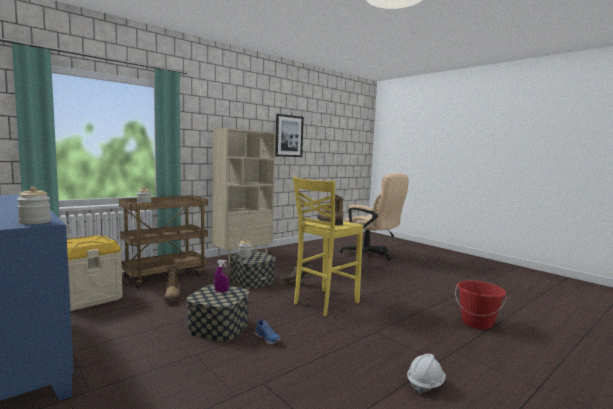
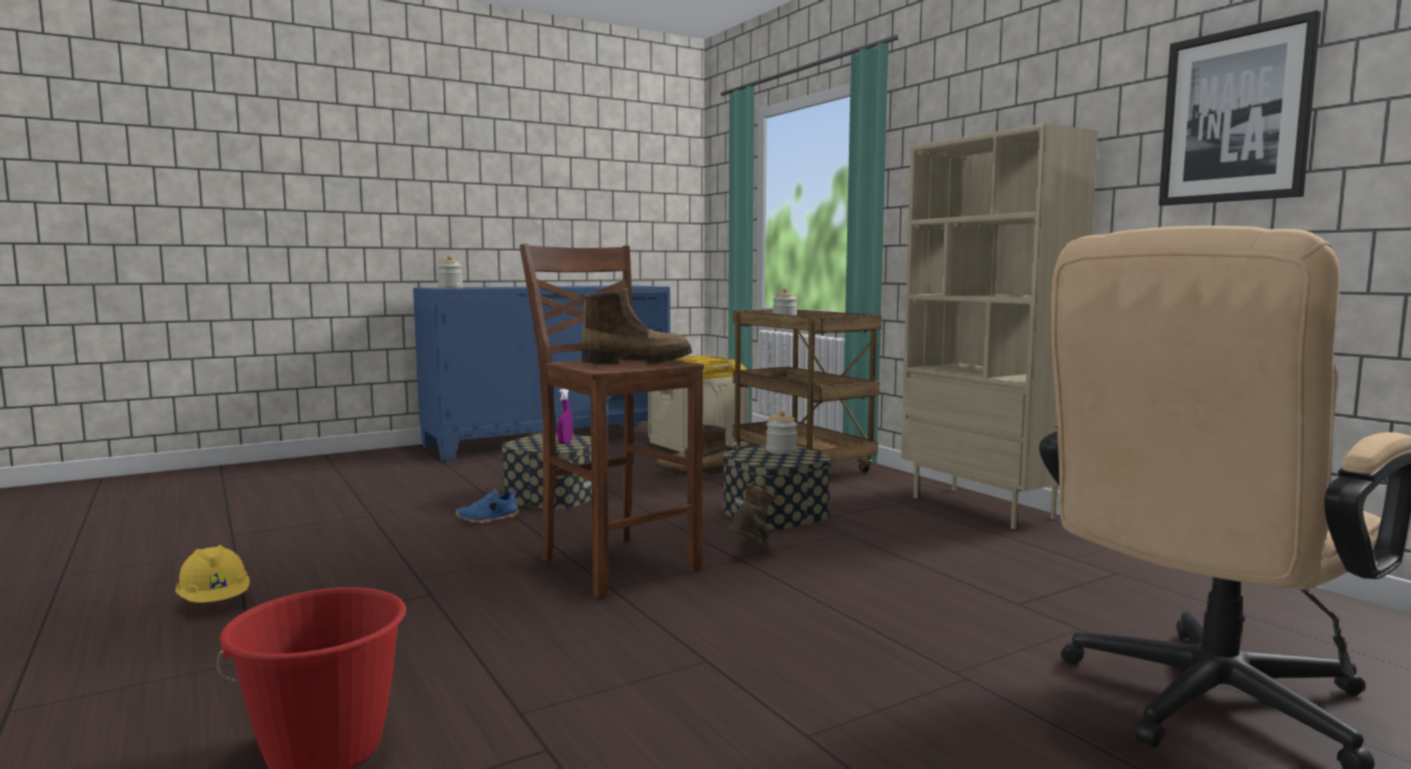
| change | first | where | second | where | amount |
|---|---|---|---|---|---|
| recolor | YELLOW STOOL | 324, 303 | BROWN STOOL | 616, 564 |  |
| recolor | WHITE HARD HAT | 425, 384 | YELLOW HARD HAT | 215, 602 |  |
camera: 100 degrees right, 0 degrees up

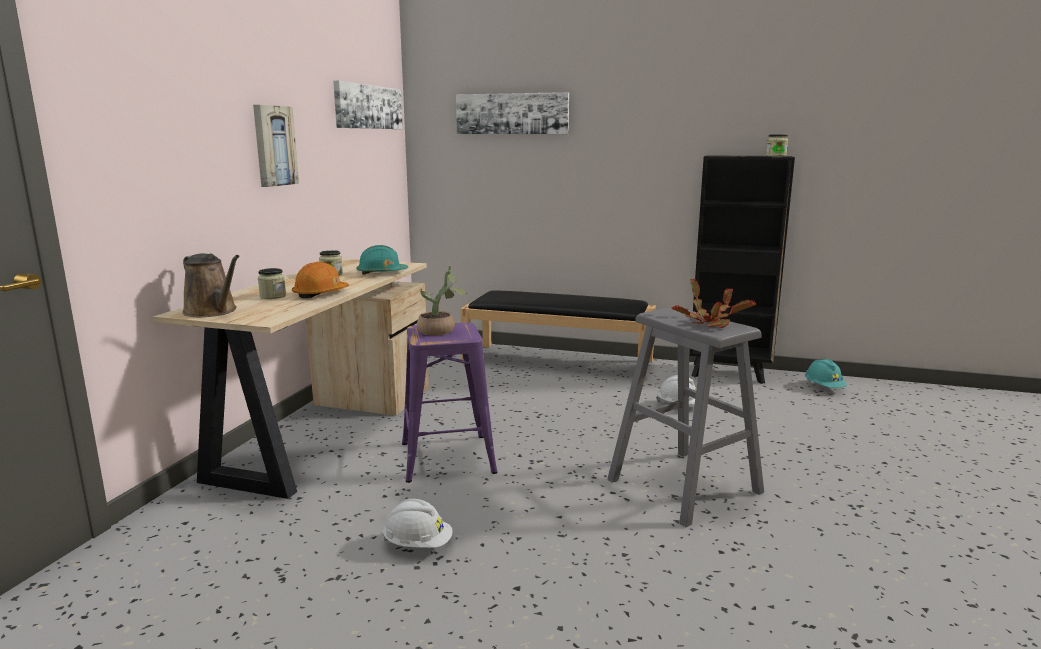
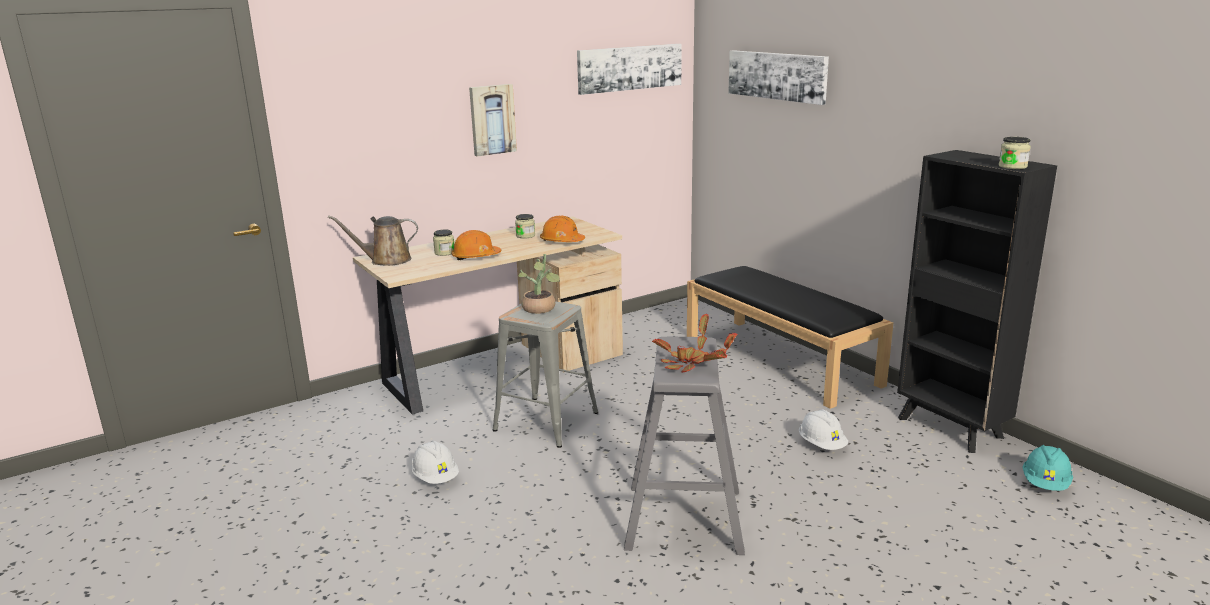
| change | first | where | second | where | amount |
|---|---|---|---|---|---|
| recolor | TURQUOISE HARD HAT | 381, 273 | ORANGE HARD HAT | 562, 241 |  |
| recolor | PURPLE STOOL | 448, 457 | GREY STOOL | 547, 421 |  |
| rotate | BROWN WATERING CAN | 213, 312 |  | 386, 260 | 90 degrees clockwise |
camera: 40 degrees right, 5 degrees up

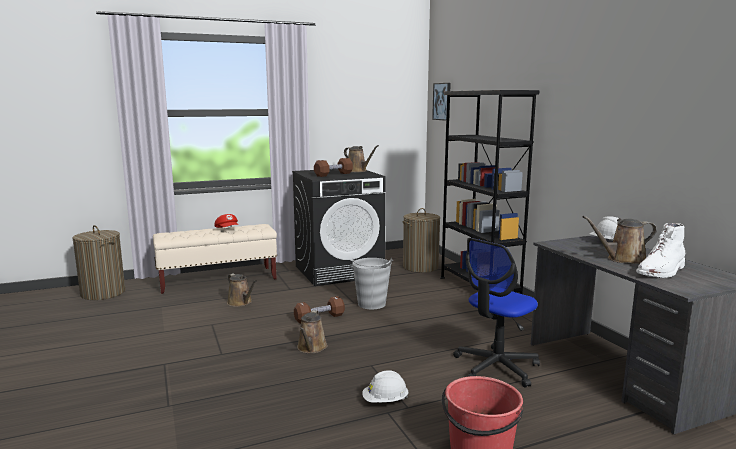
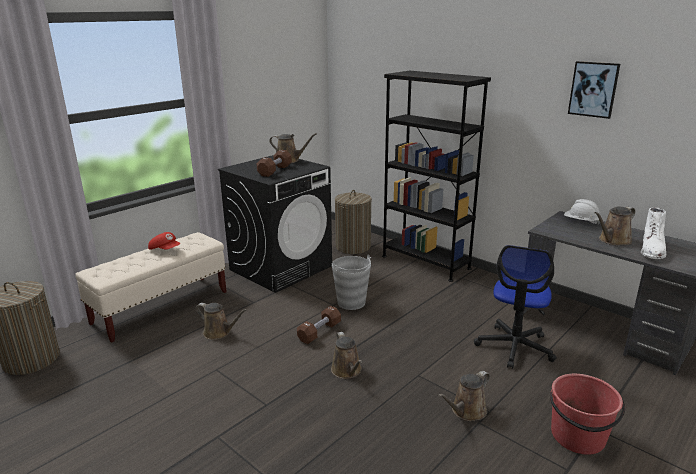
| change | first | where | second | where | amount |
|---|---|---|---|---|---|
| move | PICTURE | 442, 101 |  | 593, 89 |  |
| replace | WHITE HARD HAT | 385, 401 | BROWN WATERING CAN | 466, 411 |  |
camera: 25 degrees left, 10 degrees up

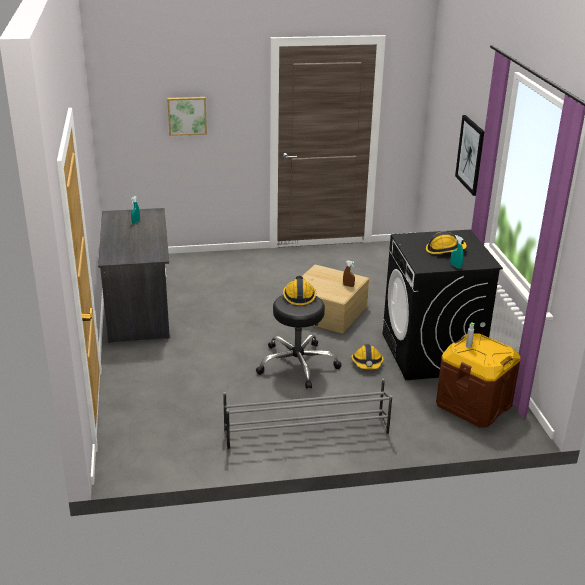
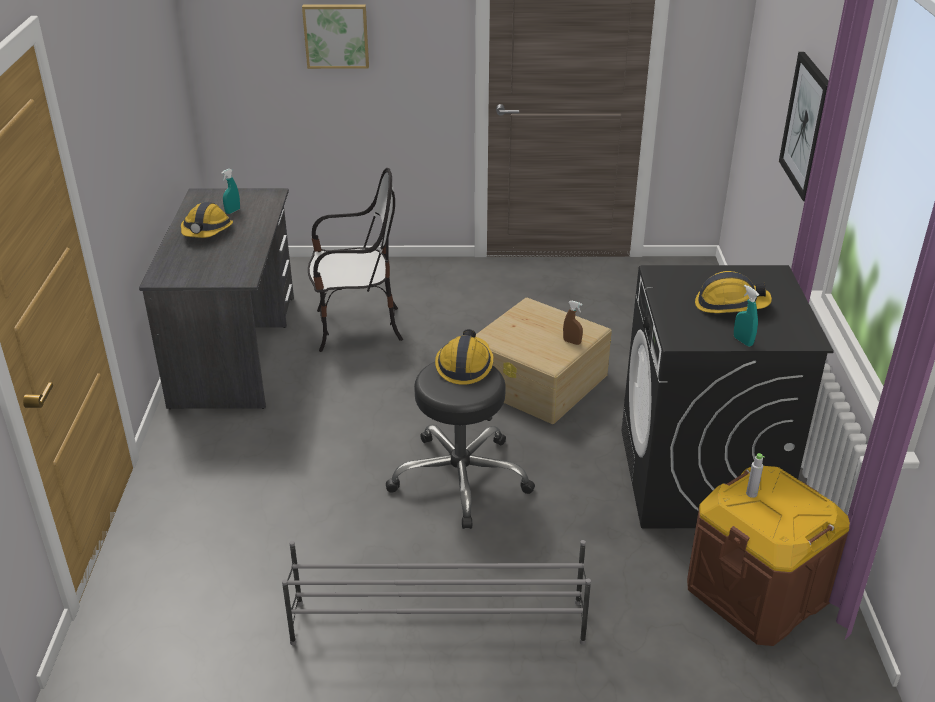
| change | first | where | second | where | amount |
|---|---|---|---|---|---|
| insert |  |  | CHAIR | 357, 328 |  |
| move | HARD HAT | 367, 363 |  | 207, 231 |  |
camera: 10 degrees right, 5 degrees up

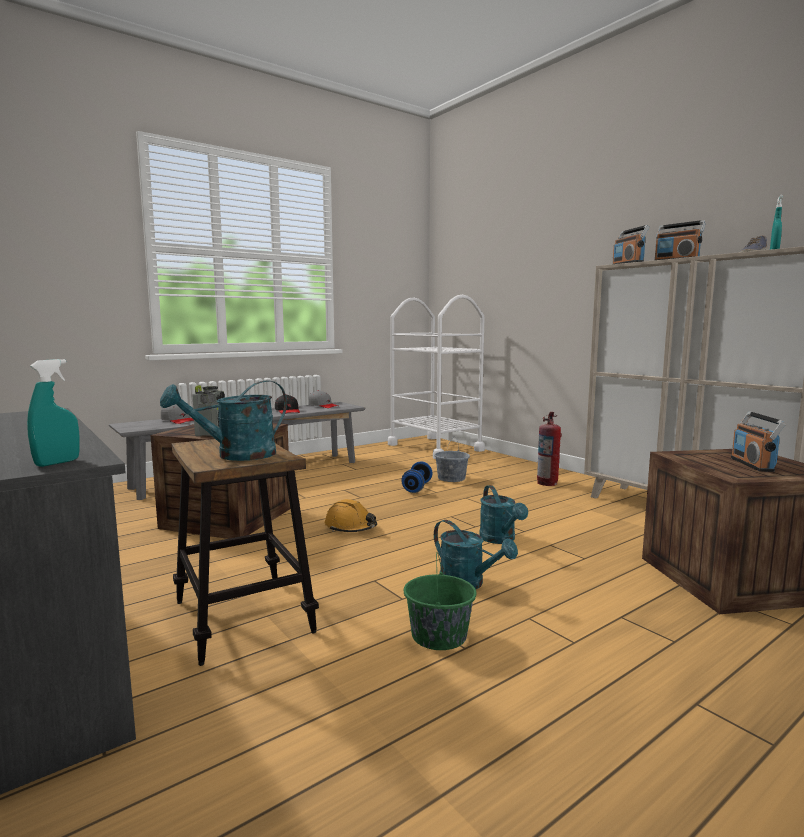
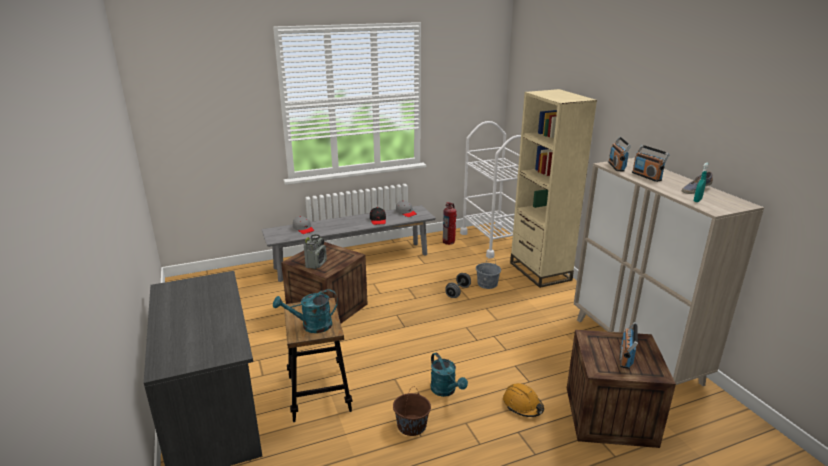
| change | first | where | second | where | amount |
|---|---|---|---|---|---|
| delete | TURQUOISE SPRAY BOTTLE | 57, 463 |  |  |  |
| delete | TURQUOISE WATERING CAN | 500, 539 |  |  |  |
| insert |  |  | BEIGE BOOKCASE | 540, 271 |  |
| move | ORANGE HARD HAT | 350, 527 |  | 523, 405 |  |
| move | FIRE EXTINGUISHER | 547, 483 |  | 449, 242 |  |
| recolor | BLUE DUMBBELL | 417, 487 | GREY DUMBBELL | 458, 292 |  |
| recolor | GREEN BUCKET | 439, 636 | BROWN BUCKET | 411, 426 |  |
camera: 15 degrees right, 15 degrees up

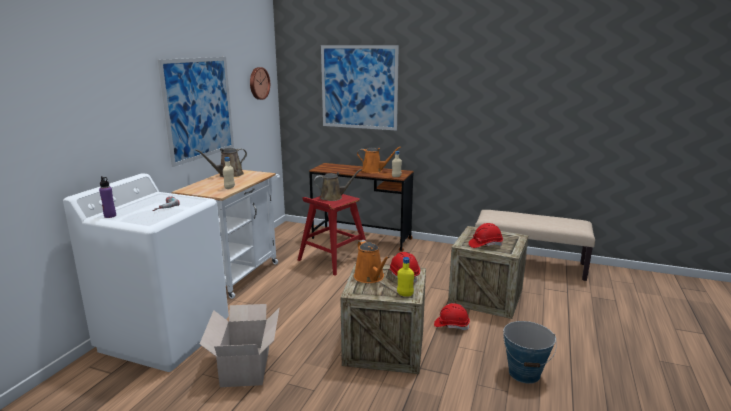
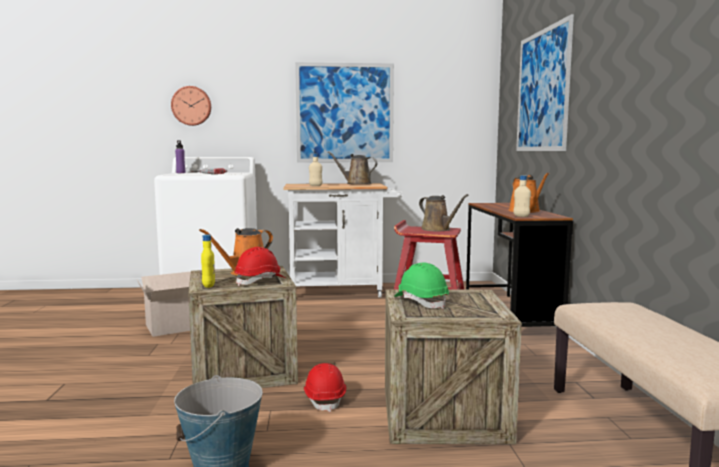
| change | first | where | second | where | amount |
|---|---|---|---|---|---|
| move | WALL CLOCK | 258, 83 |  | 191, 106 |  |
| recolor | RED HARD HAT | 485, 245 | GREEN HARD HAT | 421, 302 |  |
camera: 65 degrees right, 10 degrees down

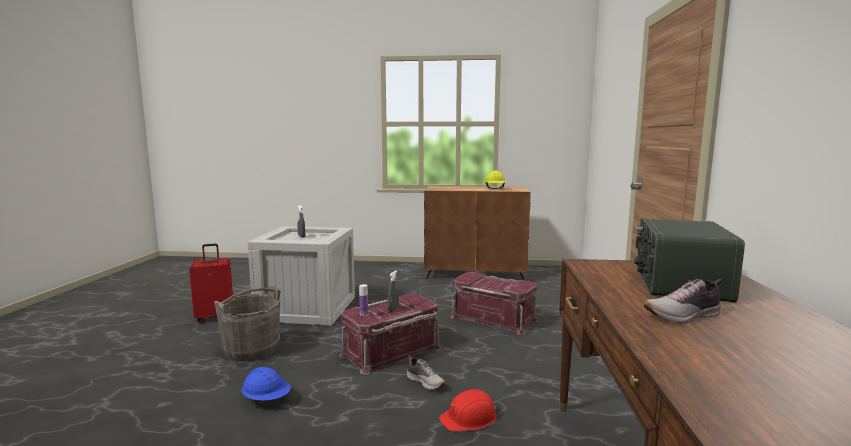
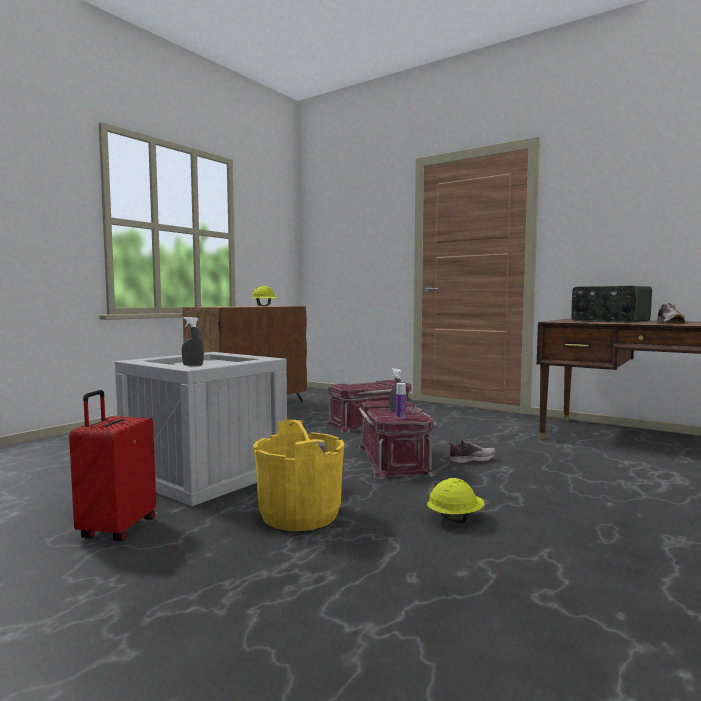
| change | first | where | second | where | amount |
|---|---|---|---|---|---|
| delete | RED HARD HAT | 469, 418 |  |  |  |
| recolor | GREY BUCKET | 252, 350 | YELLOW BUCKET | 300, 515 |  |
| recolor | BLUE HARD HAT | 267, 400 | YELLOW HARD HAT | 455, 518 |  |
camera: 60 degrees left, 5 degrees down

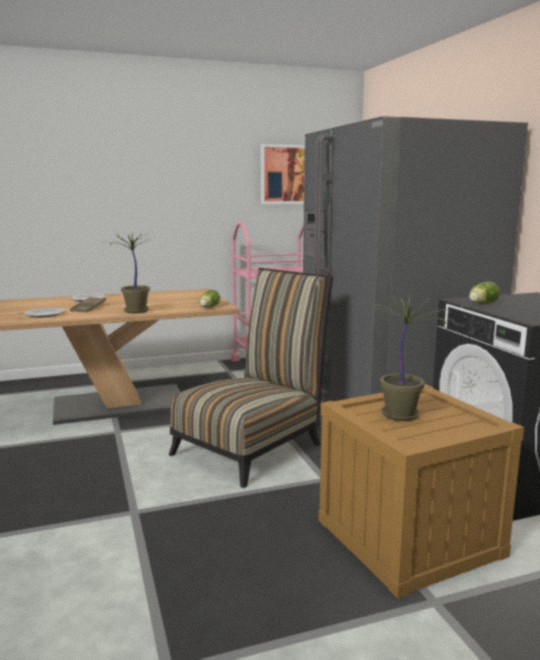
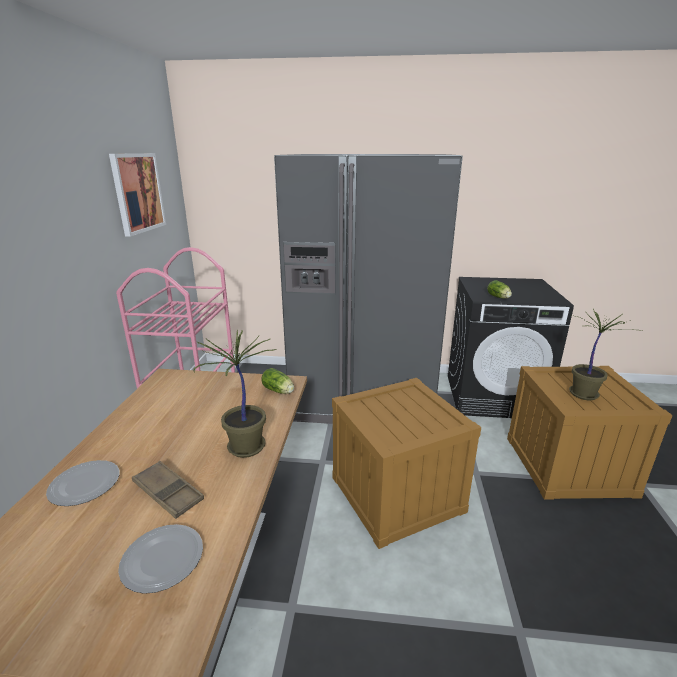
| change | first | where | second | where | amount |
|---|---|---|---|---|---|
| replace | CHAIR | 253, 446 | CRATE | 396, 493 |  |
camera: 65 degrees left, 10 degrees up

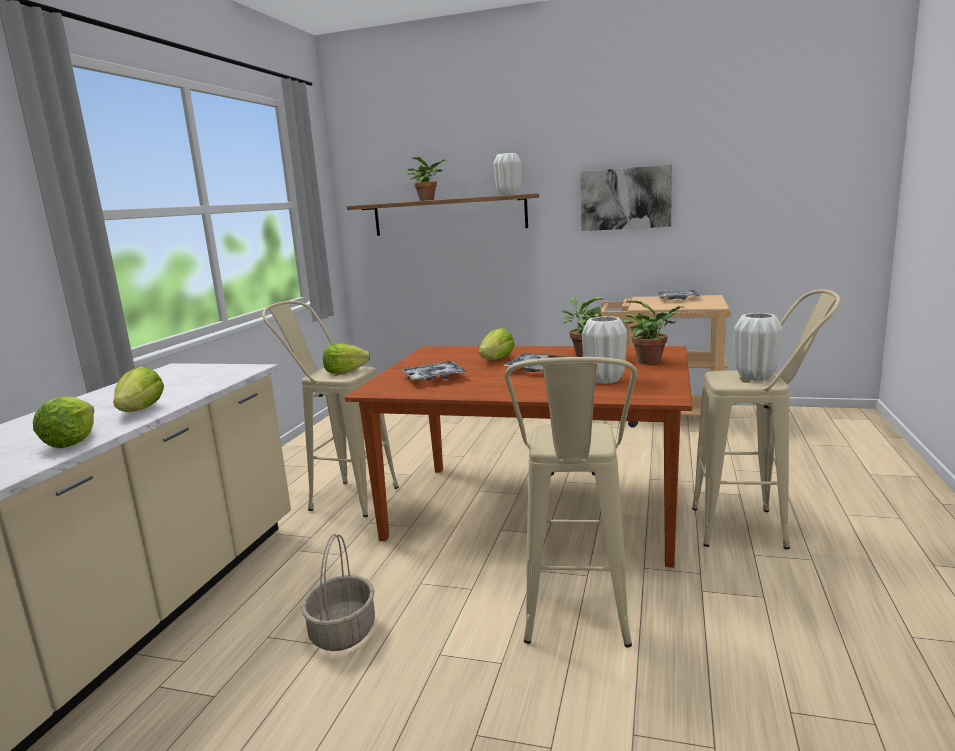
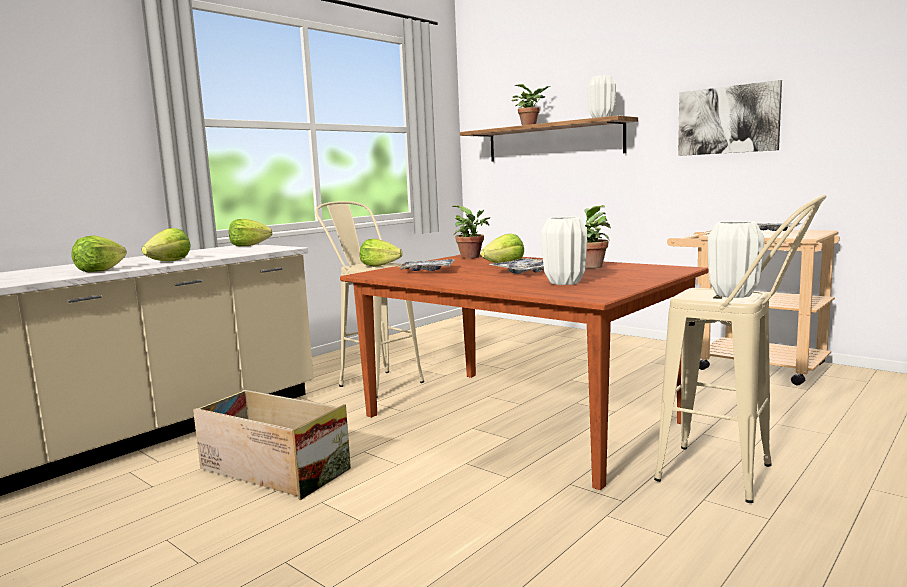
| change | first | where | second | where | amount |
|---|---|---|---|---|---|
| delete | BEIGE STOOL | 576, 628 |  |  |  |
| insert |  |  | LETTUCE | 249, 245 |  |
| move | POTTED PLANT | 652, 361 |  | 472, 257 |  |
| replace | BASKET | 342, 631 | CRATE | 272, 469 |  |
camera: 25 degrees right, 5 degrees down

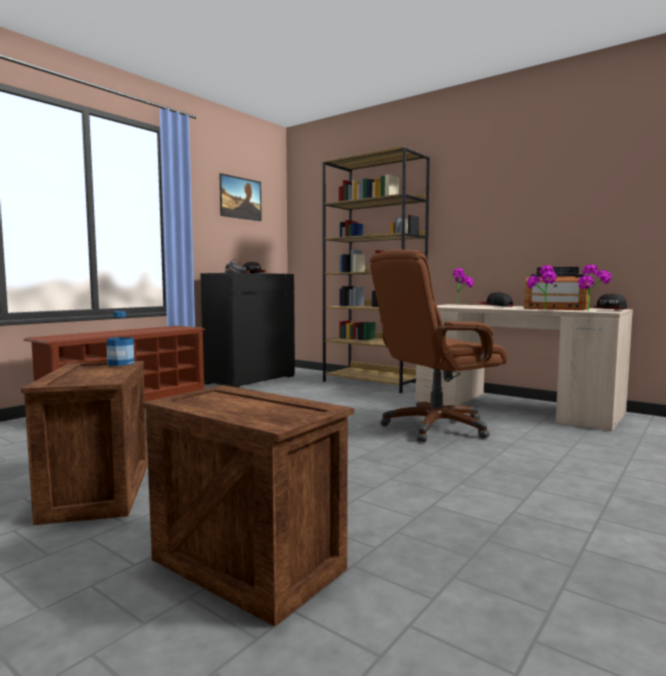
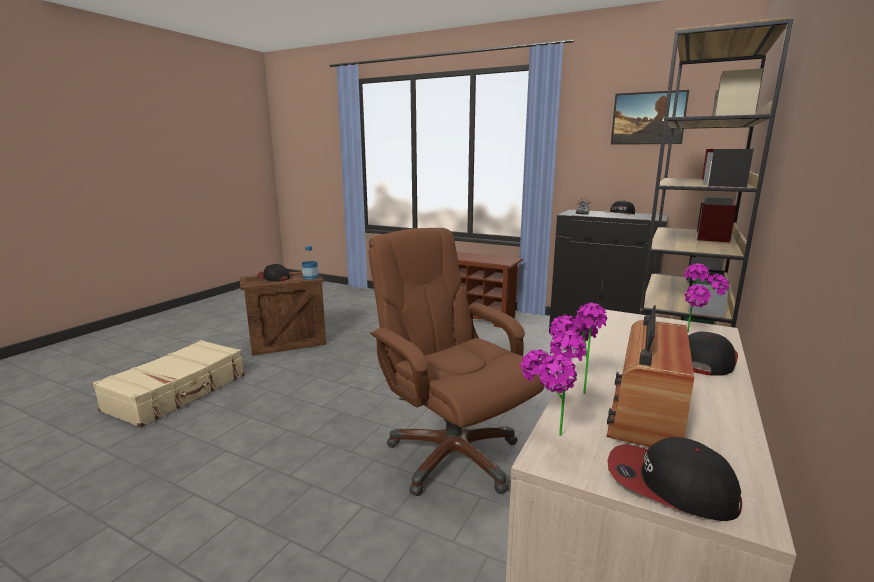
| change | first | where | second | where | amount |
|---|---|---|---|---|---|
| insert |  |  | CAP | 273, 277 |  |
| replace | CRATE | 245, 565 | BEIGE SUITCASE | 178, 392 |  |
camera: 80 degrees right, 10 degrees up

